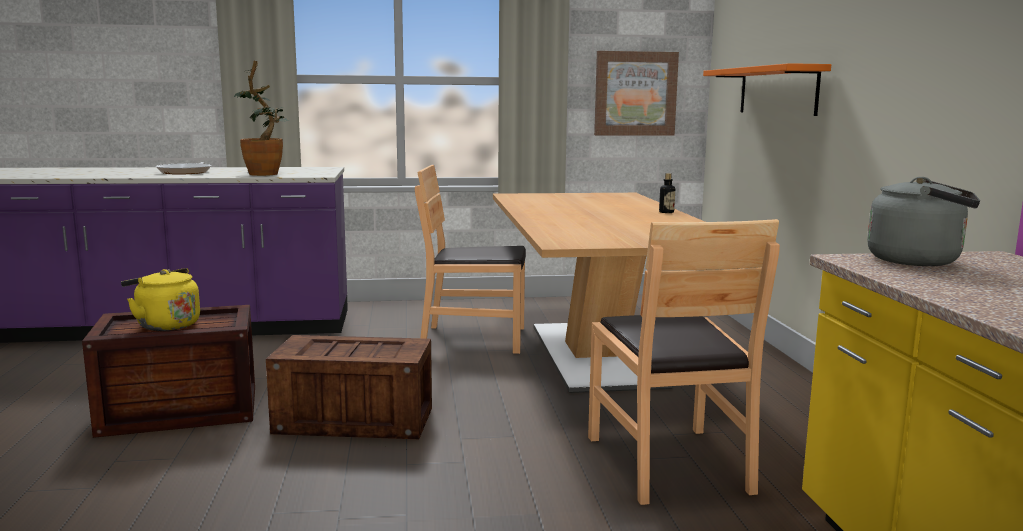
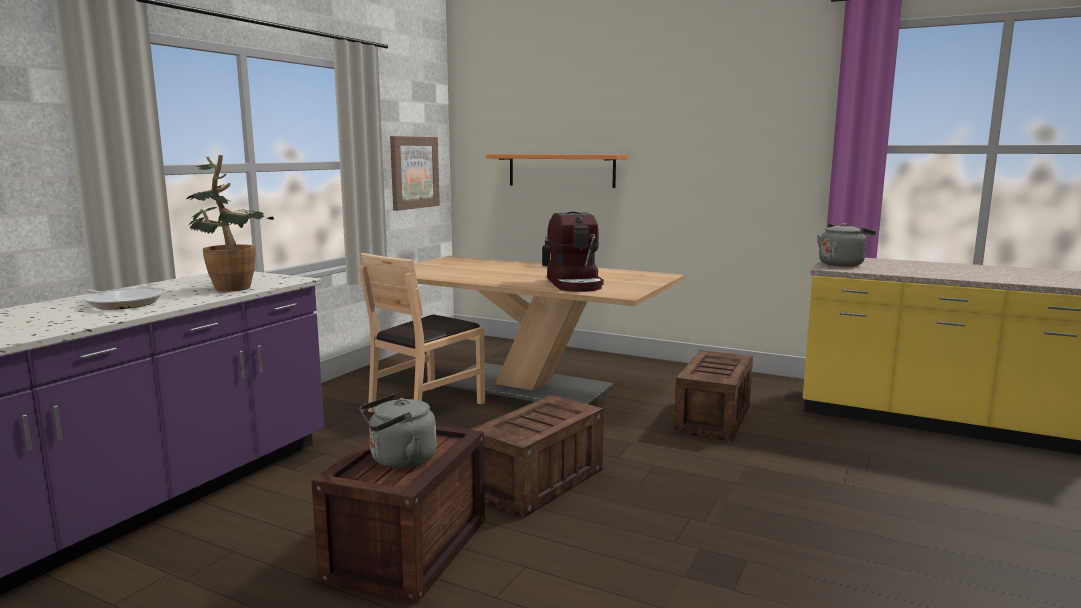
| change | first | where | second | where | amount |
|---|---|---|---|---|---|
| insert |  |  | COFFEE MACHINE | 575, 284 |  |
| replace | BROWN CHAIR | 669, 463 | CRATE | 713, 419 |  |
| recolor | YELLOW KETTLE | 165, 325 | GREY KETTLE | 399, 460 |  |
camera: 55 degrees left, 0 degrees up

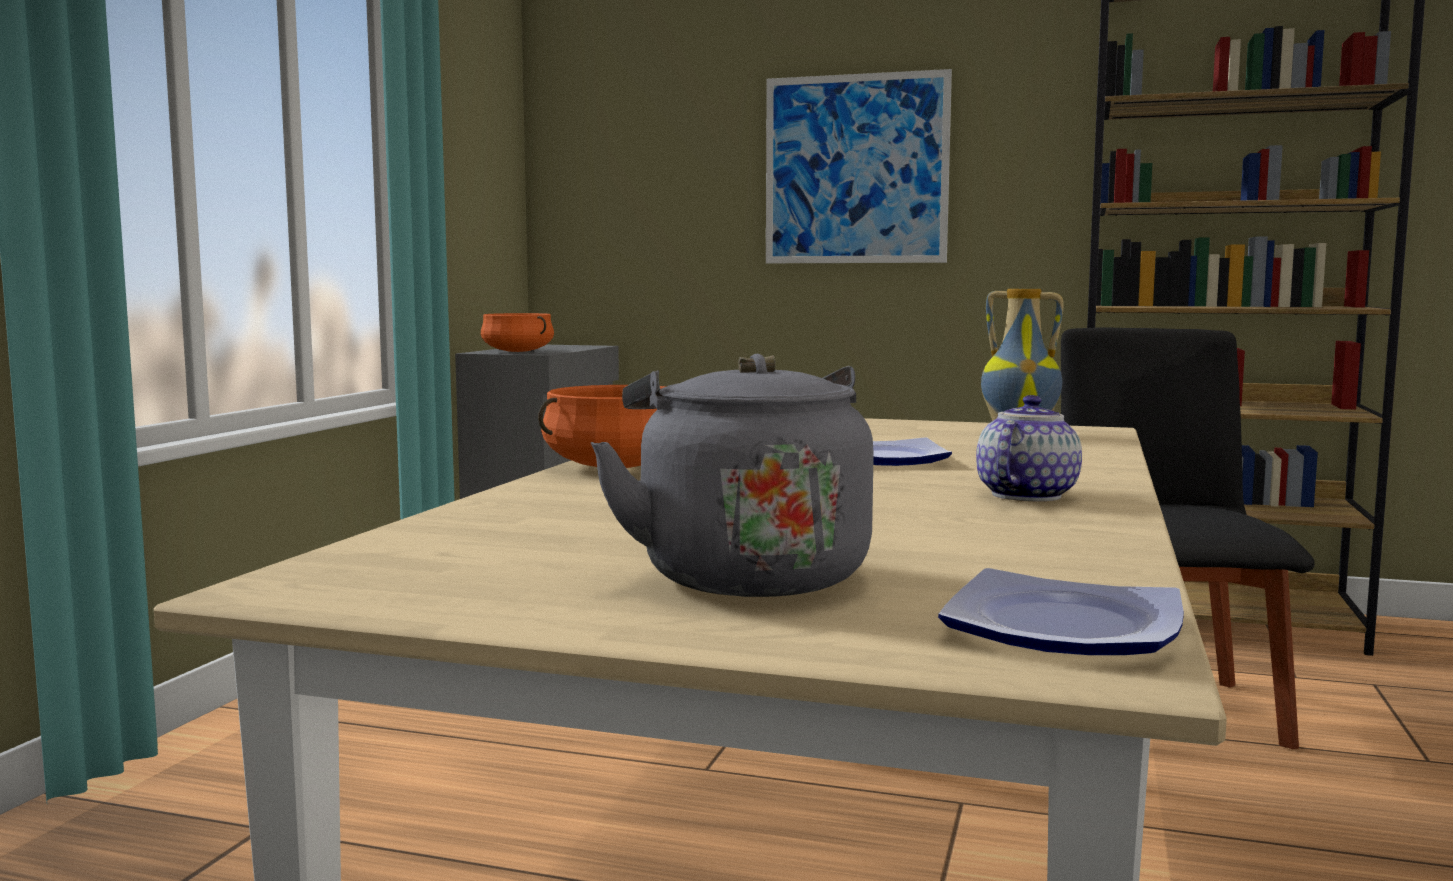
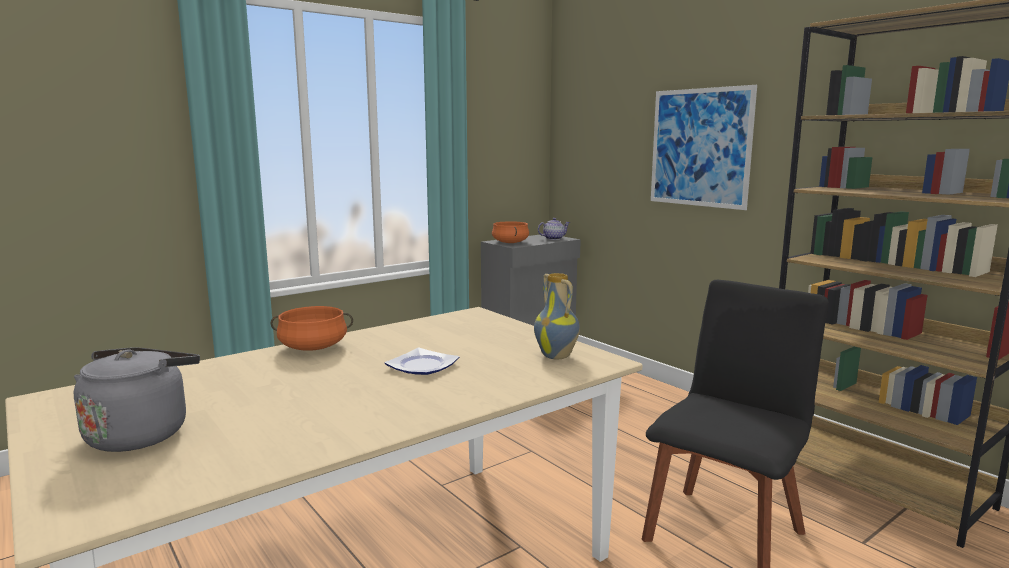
| change | first | where | second | where | amount |
|---|---|---|---|---|---|
| delete | PLATE | 1067, 628 |  |  |  |
| move | TEAPOT | 1024, 495 |  | 553, 238 |  |
camera: 35 degrees right, 5 degrees up

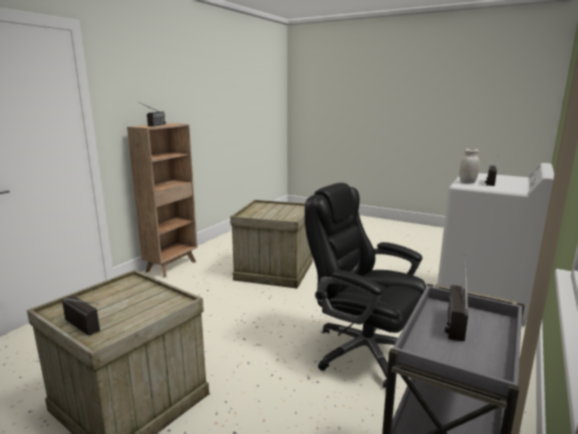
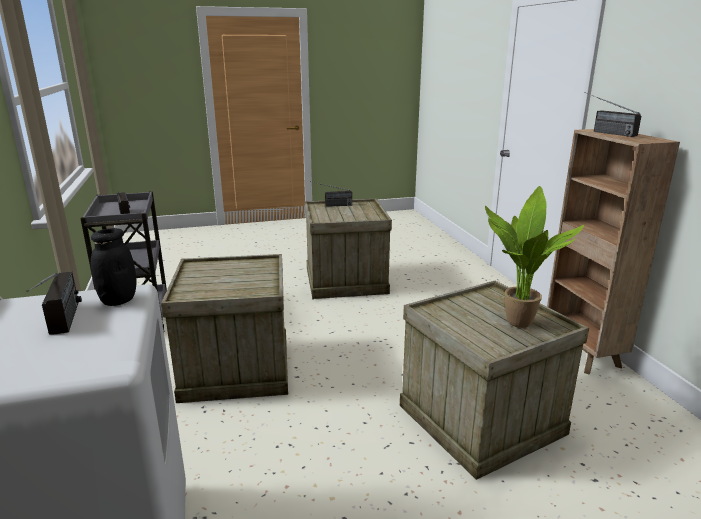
| change | first | where | second | where | amount |
|---|---|---|---|---|---|
| insert |  |  | POTTED PLANT | 514, 322 |  |
| replace | BLACK OFFICE CHAIR | 363, 351 | CRATE | 238, 368 |  |
| recolor | WHITE JAR | 467, 182 | BLACK JAR | 118, 300 |  |
camera: 135 degrees right, 5 degrees up

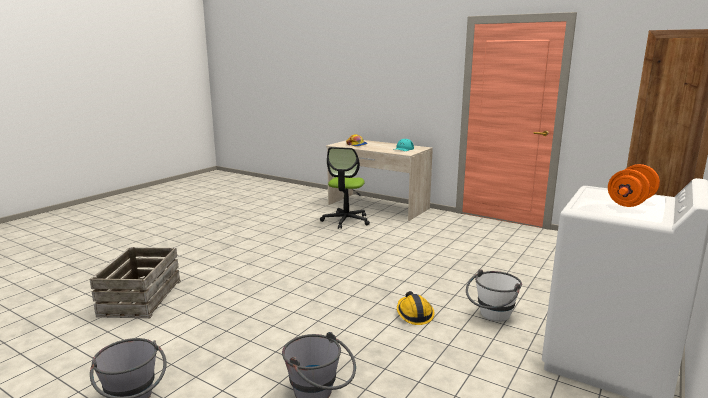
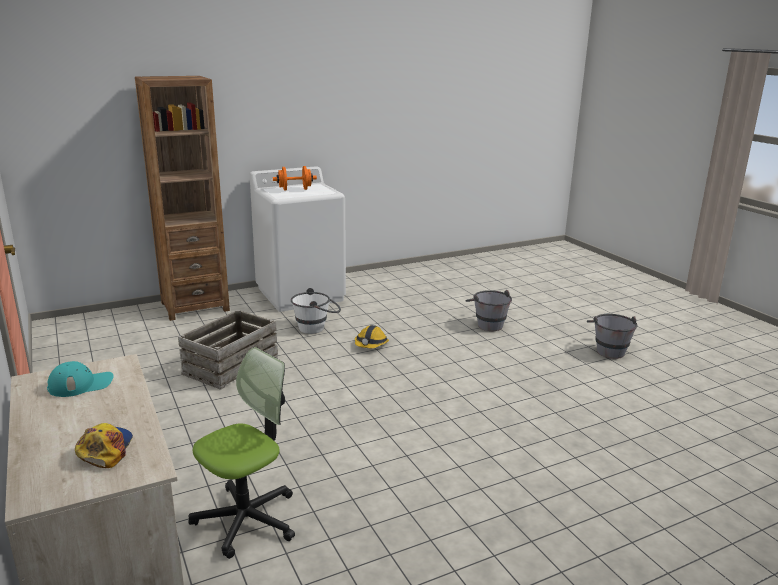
| change | first | where | second | where | amount |
|---|---|---|---|---|---|
| move | CRATE | 140, 298 |  | 231, 366 |  |
camera: 150 degrees left, 5 degrees up

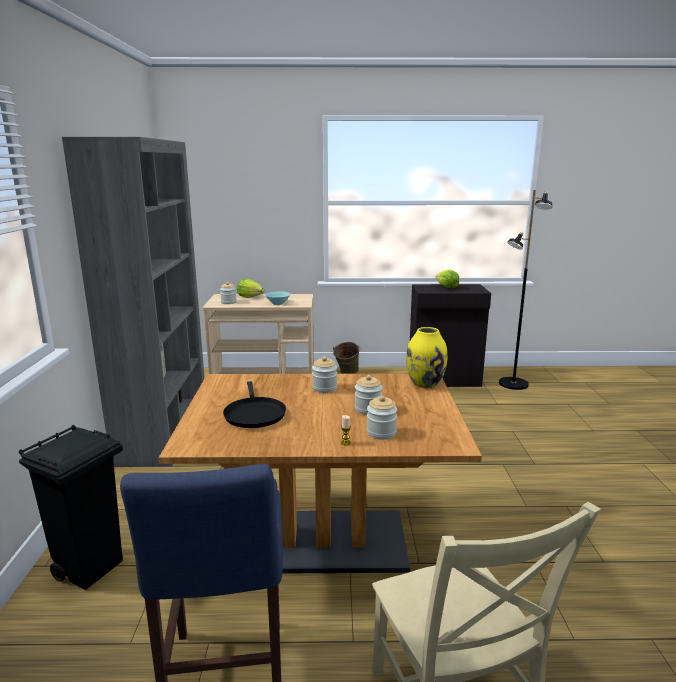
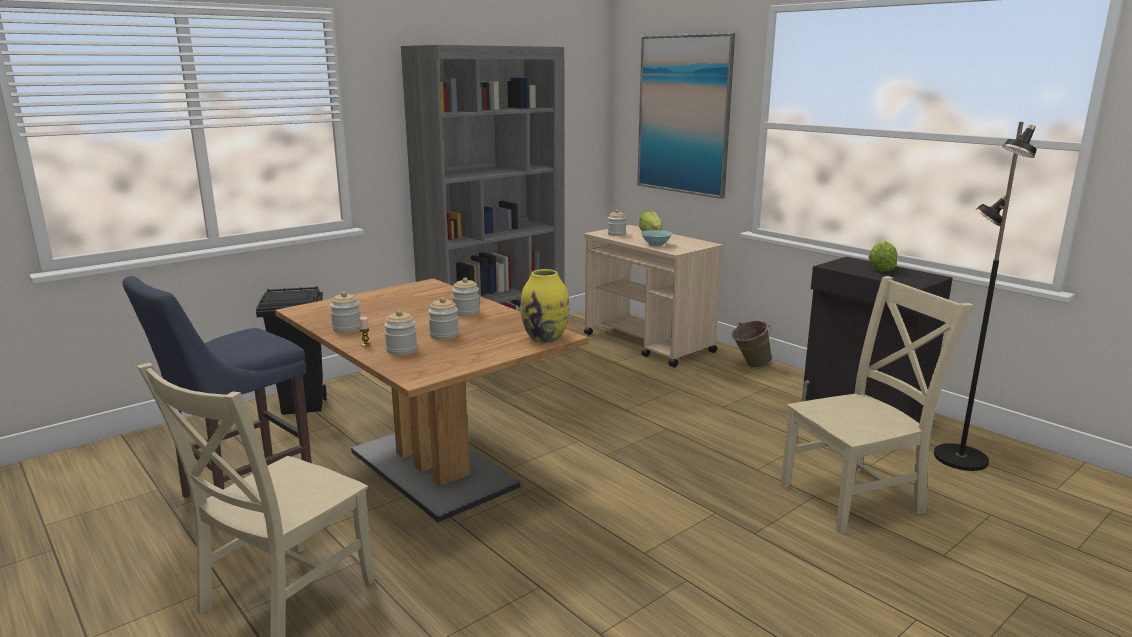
| change | first | where | second | where | amount |
|---|---|---|---|---|---|
| delete | BLACK FRYING PAN | 254, 414 |  |  |  |
| insert |  |  | JAR | 347, 328 |  |
| insert |  |  | PICTURE | 684, 115 |  |
| insert |  |  | BEIGE CHAIR | 856, 497 |  |
camera: 50 degrees right, 0 degrees up

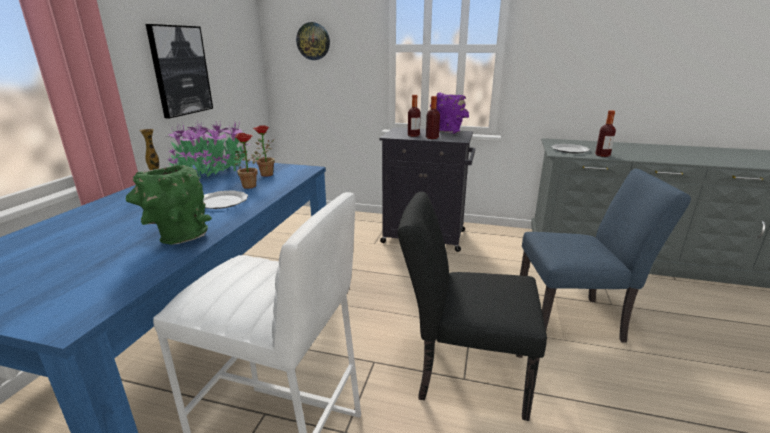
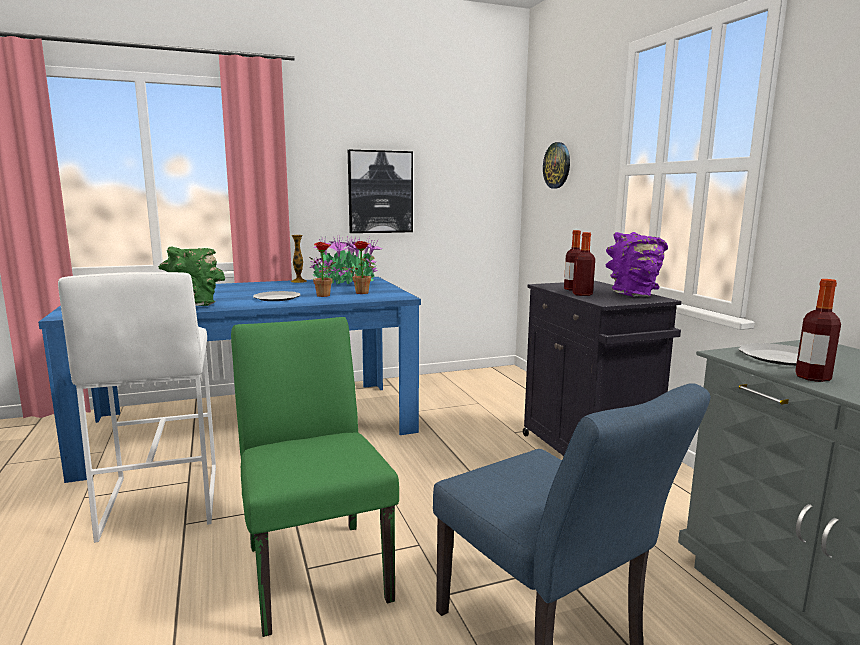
| change | first | where | second | where | amount |
|---|---|---|---|---|---|
| recolor | BLACK CHAIR | 462, 374 | GREEN CHAIR | 314, 564 |  |
camera: 55 degrees right, 10 degrees down

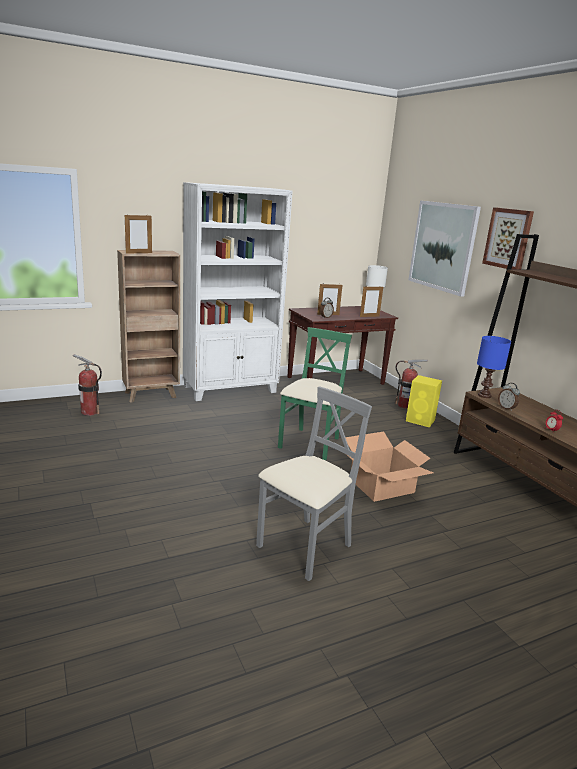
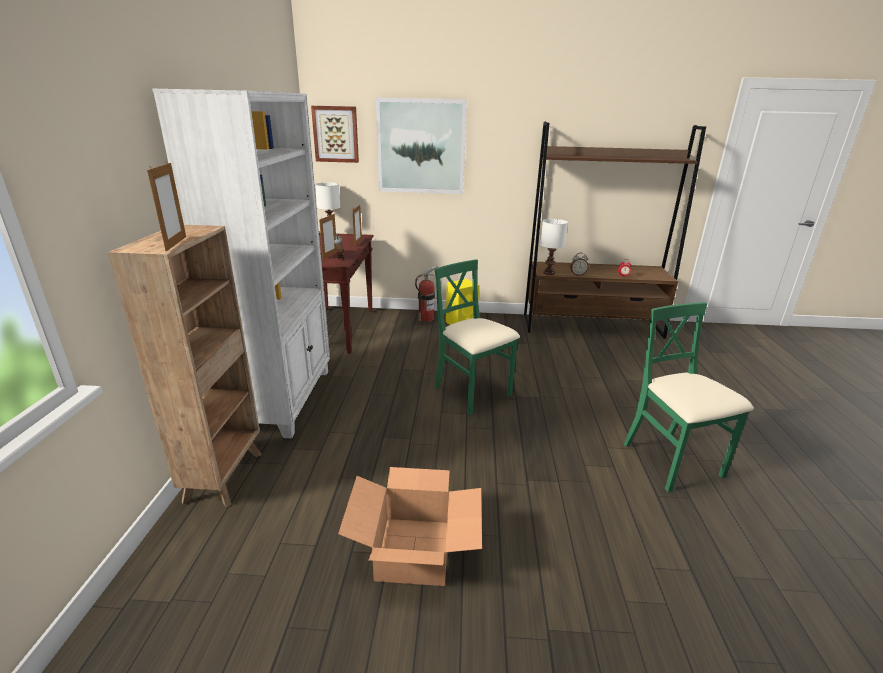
| change | first | where | second | where | amount |
|---|---|---|---|---|---|
| delete | FIRE EXTINGUISHER | 90, 412 |  |  |  |
| move | CARDBOARD BOX | 382, 486 |  | 414, 550 |  |
| move | PICTURE | 508, 238 |  | 336, 134 |  |
| recolor | GREY CHAIR | 305, 547 | GREEN CHAIR | 672, 461 |  |
| recolor | BLUE TABLE LAMP | 484, 395 | WHITE TABLE LAMP | 548, 273 |  |
camera: 60 degrees left, 5 degrees up

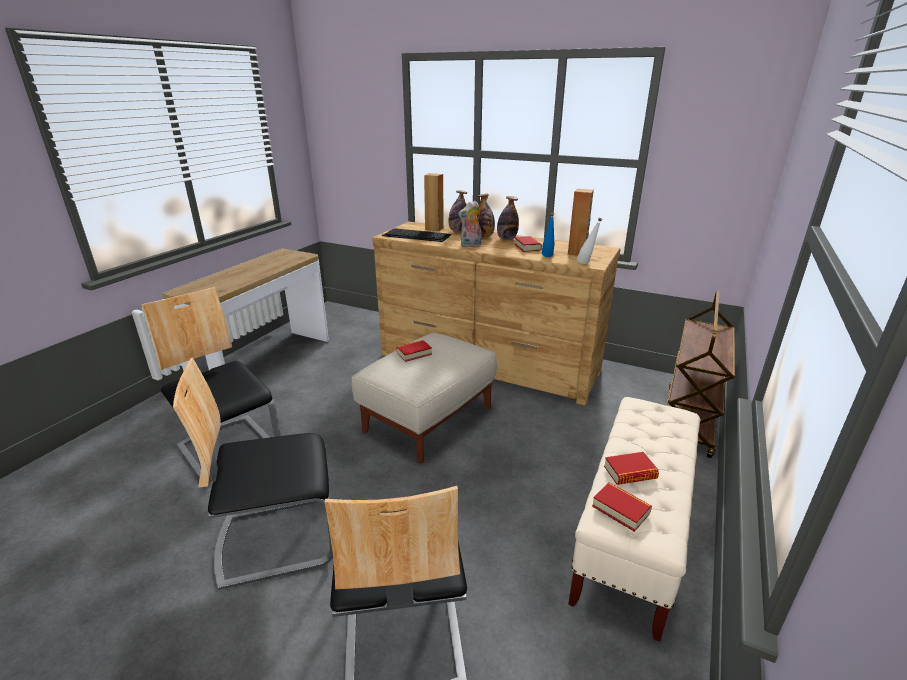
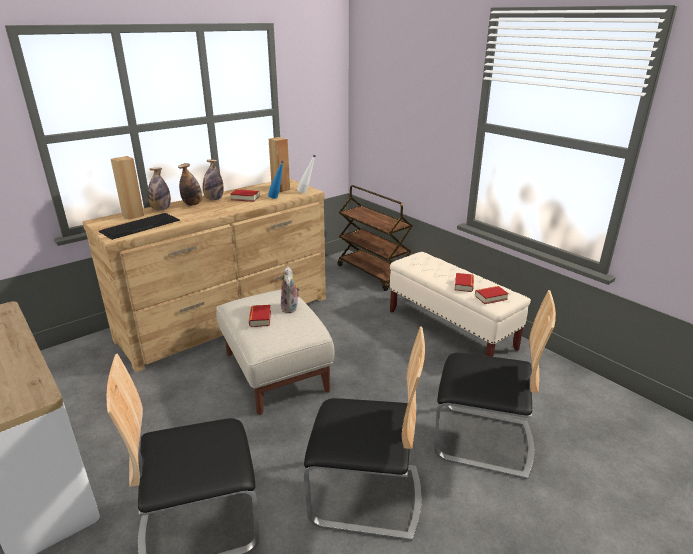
| change | first | where | second | where | amount |
|---|---|---|---|---|---|
| move | PLUSH TOY | 471, 245 |  | 291, 308 |  |
| rotate | CHAIR | 278, 537 |  | 366, 496 | 90 degrees counterclockwise |
camera: 65 degrees left, 0 degrees up

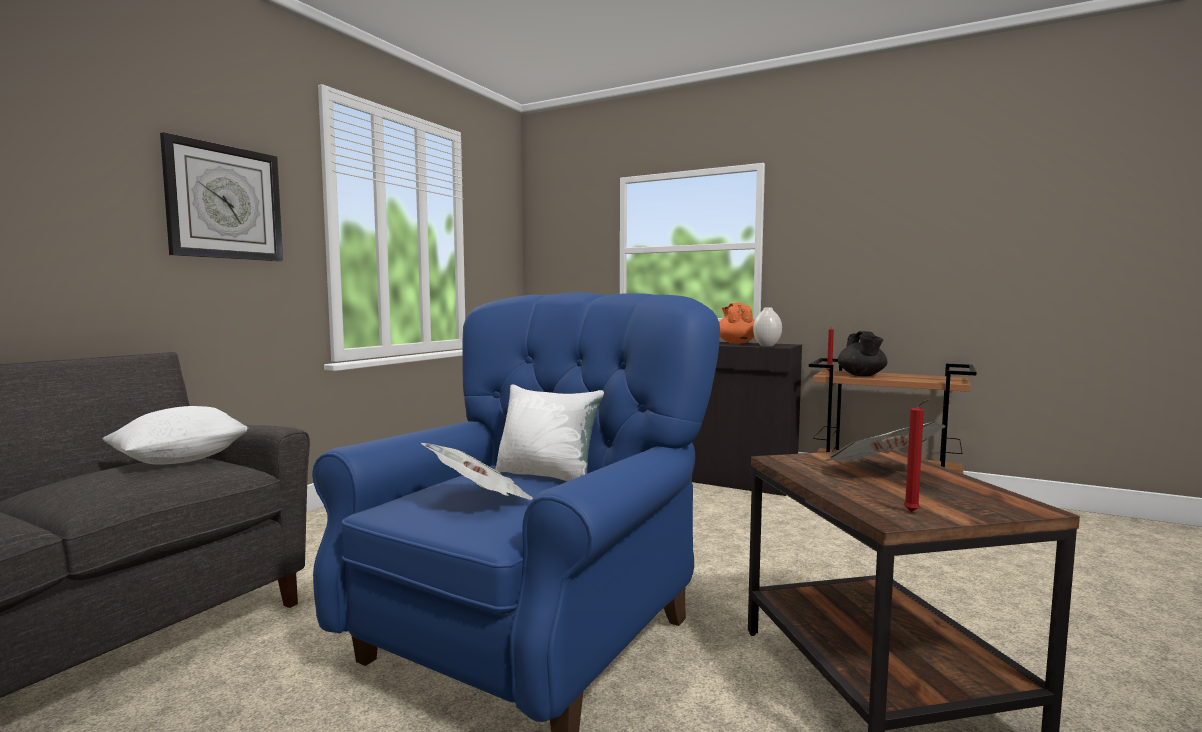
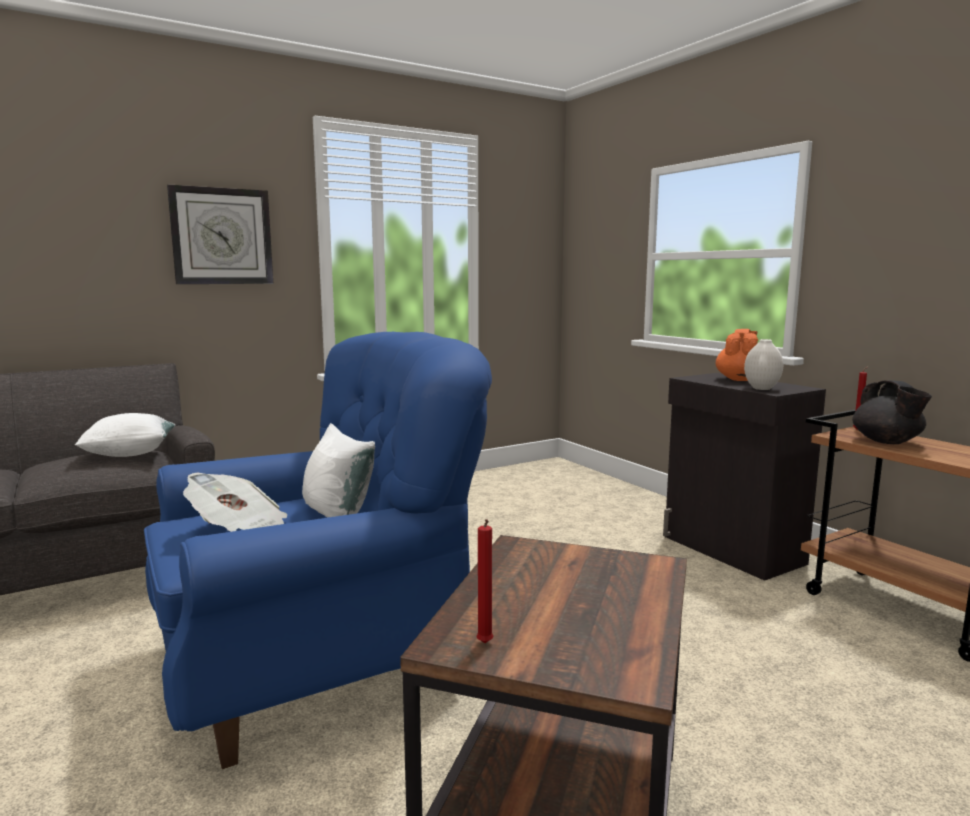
| change | first | where | second | where | amount |
|---|---|---|---|---|---|
| delete | NEWSPAPER | 880, 472 |  |  |  |
| rotate | BLACK TEAPOT | 861, 375 |  | 887, 442 | 45 degrees counterclockwise |
camera: 30 degrees right, 5 degrees up

